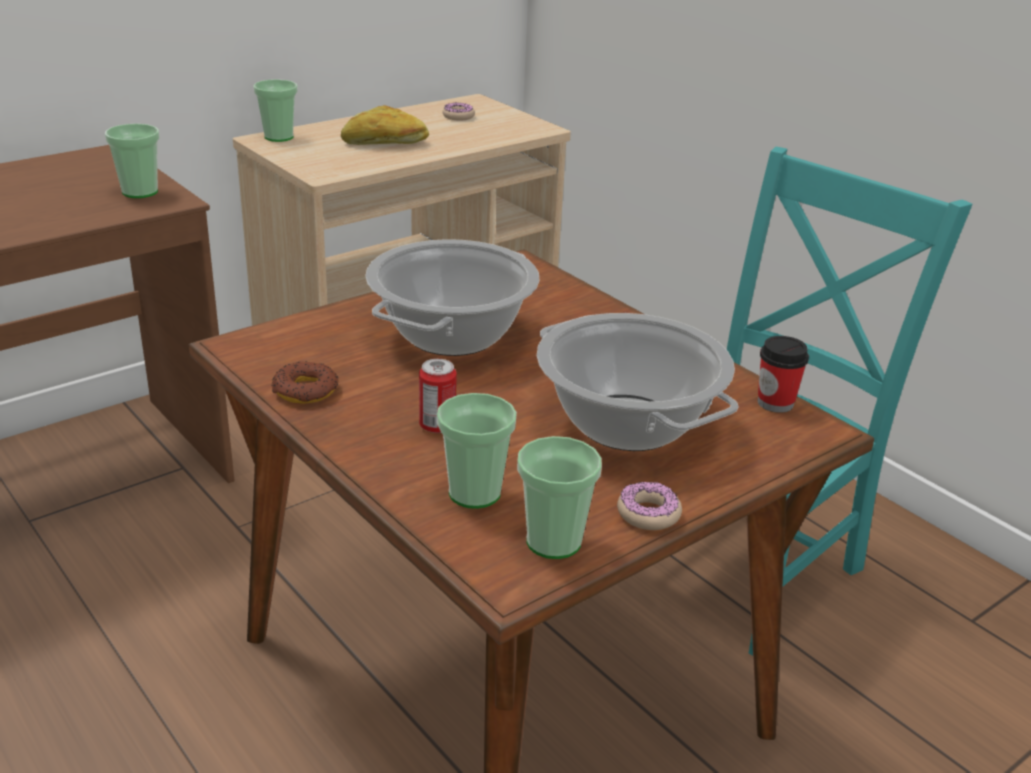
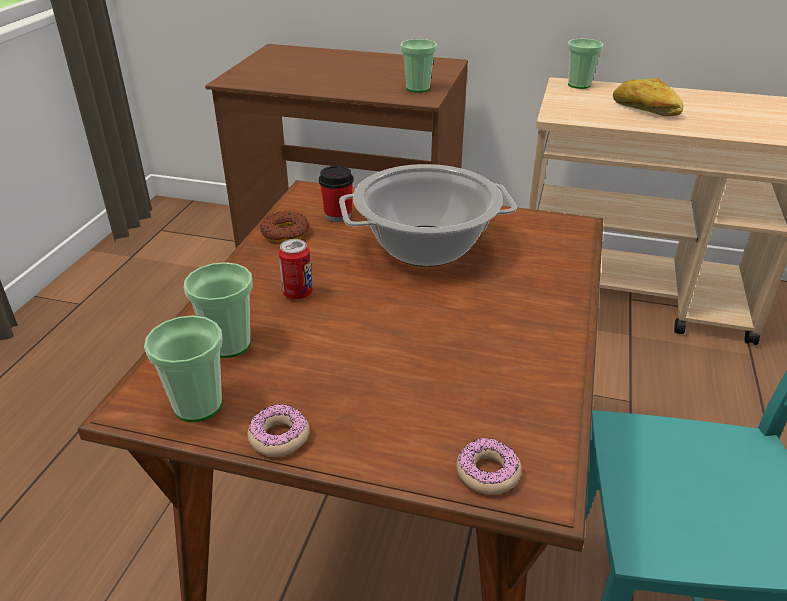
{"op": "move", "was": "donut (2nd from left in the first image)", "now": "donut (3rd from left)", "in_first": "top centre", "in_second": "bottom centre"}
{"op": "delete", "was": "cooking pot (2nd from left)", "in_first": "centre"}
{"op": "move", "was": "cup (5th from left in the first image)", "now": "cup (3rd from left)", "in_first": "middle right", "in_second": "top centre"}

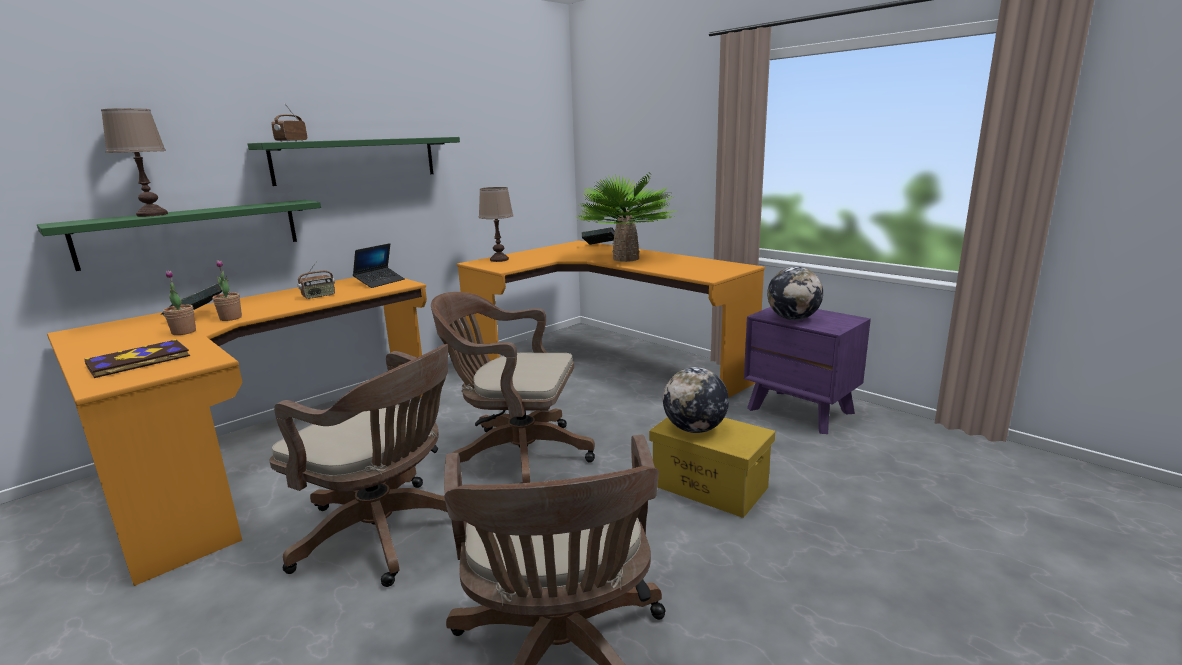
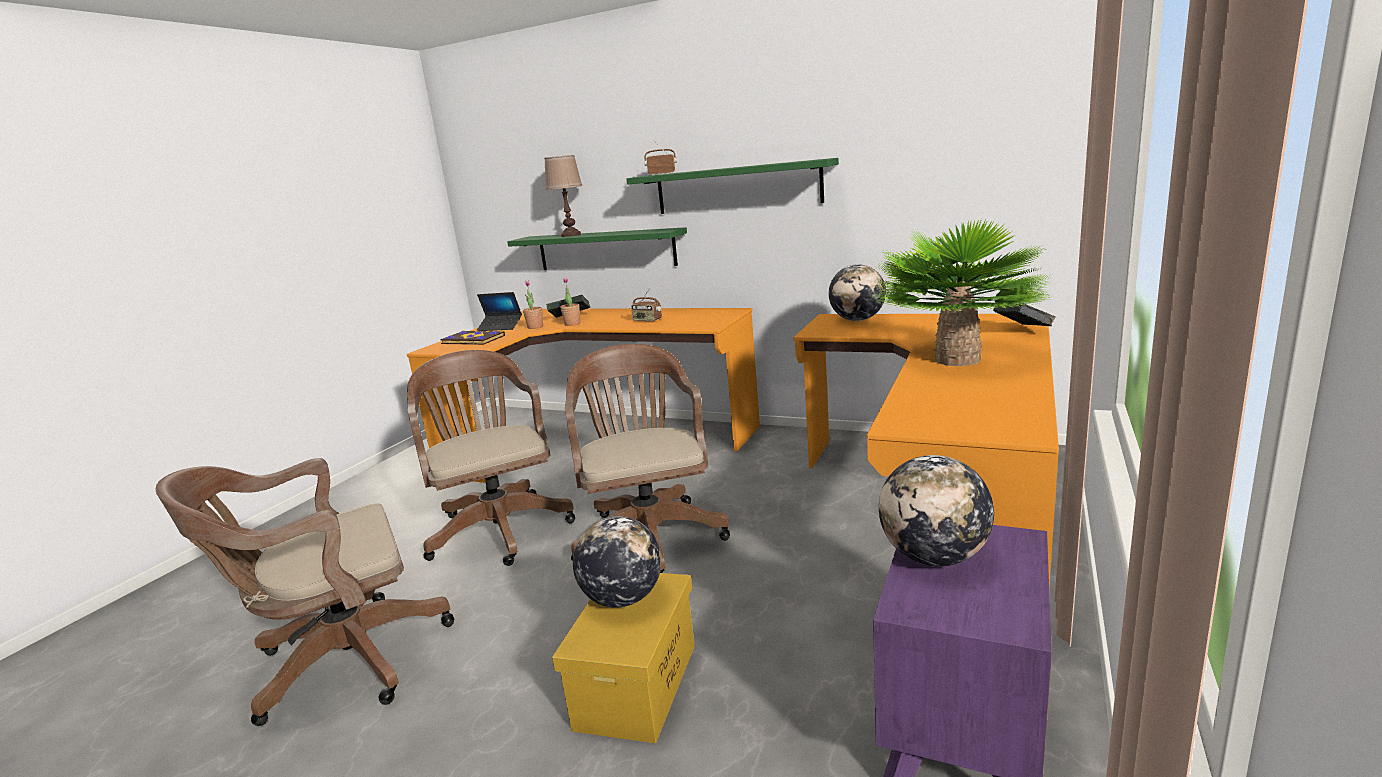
{"op": "replace", "was": "brown table lamp (2nd from left)", "now": "globe (2nd from left)", "in_first": "centre", "in_second": "centre"}
{"op": "move", "was": "laptop", "in_first": "middle left", "in_second": "centre"}
{"op": "rotate", "was": "brown office chair (1st from left in the first image)", "in_first": "bottom left", "in_second": "centre", "clockwise": 150}

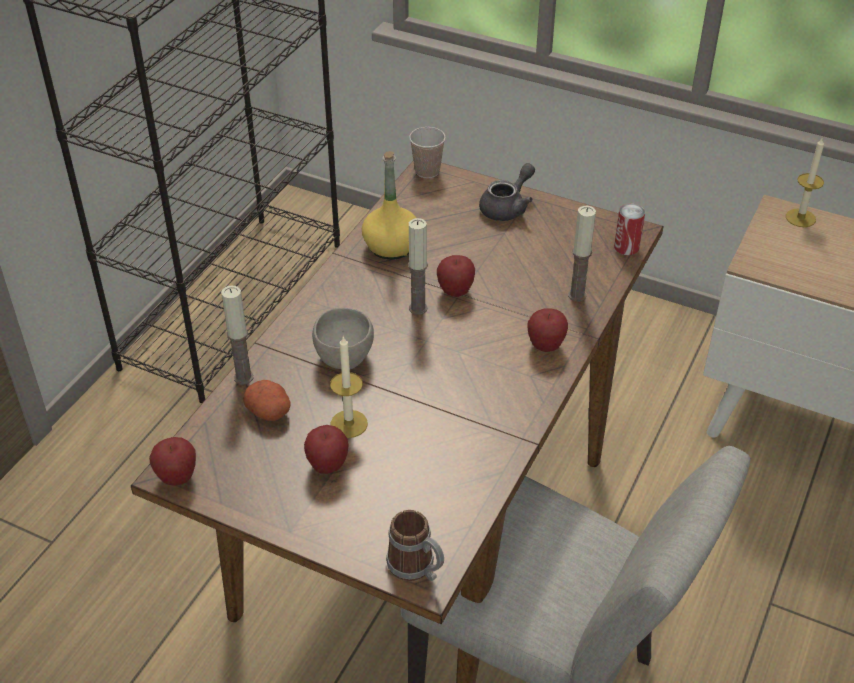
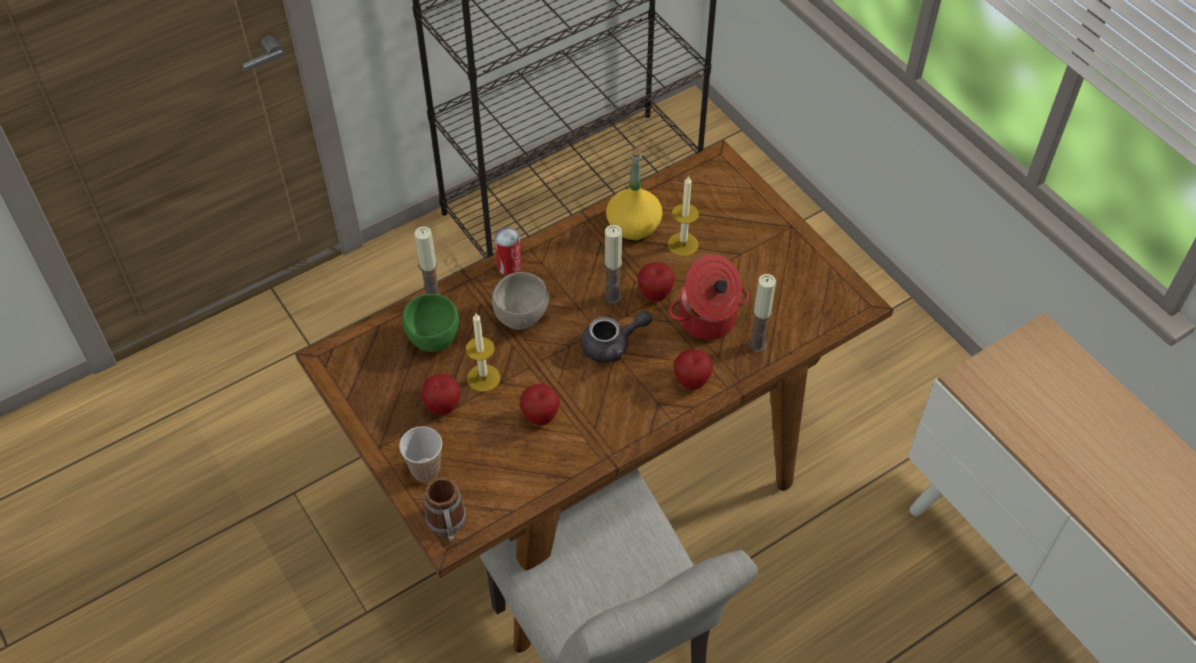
{"op": "move", "was": "cup", "in_first": "top centre", "in_second": "bottom centre"}
{"op": "move", "was": "candle (5th from left in the first image)", "now": "candle (4th from left)", "in_first": "top right", "in_second": "top centre"}
{"op": "move", "was": "grey teapot", "in_first": "top centre", "in_second": "centre"}
{"op": "move", "was": "can", "in_first": "middle right", "in_second": "centre"}
{"op": "replace", "was": "potato", "now": "green bowl", "in_first": "middle left", "in_second": "centre"}
{"op": "move", "was": "apple (1st from left in the first image)", "now": "apple (2nd from left)", "in_first": "bottom left", "in_second": "centre"}
{"op": "insert", "now": "cooking pot", "in_second": "centre"}

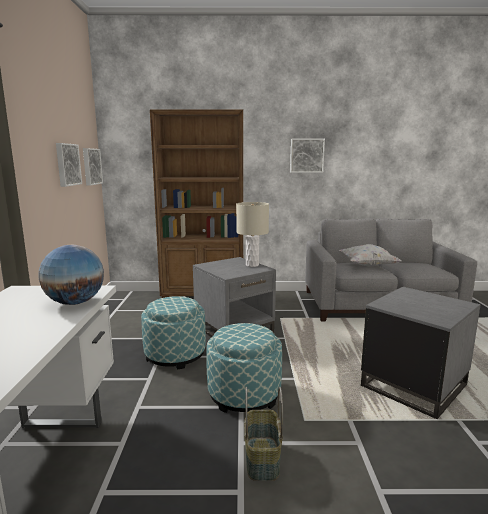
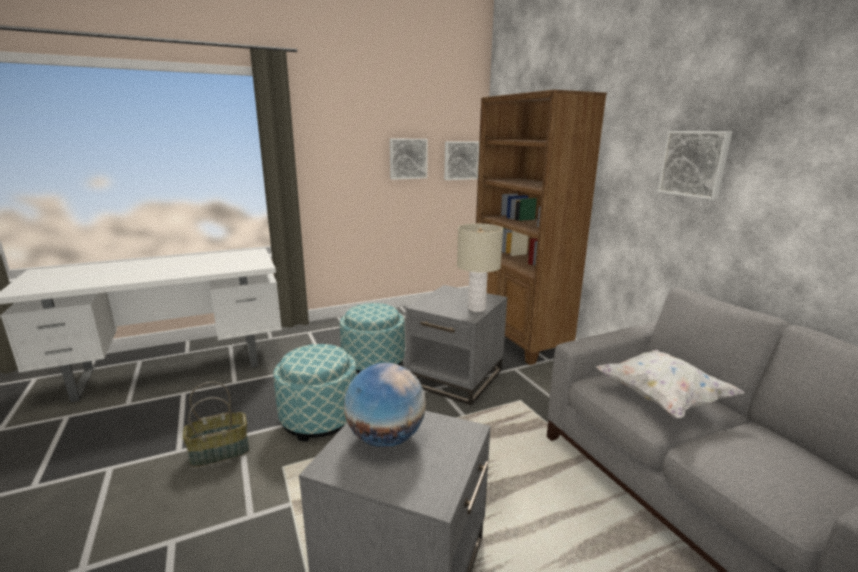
{"op": "move", "was": "globe", "in_first": "middle left", "in_second": "bottom centre"}

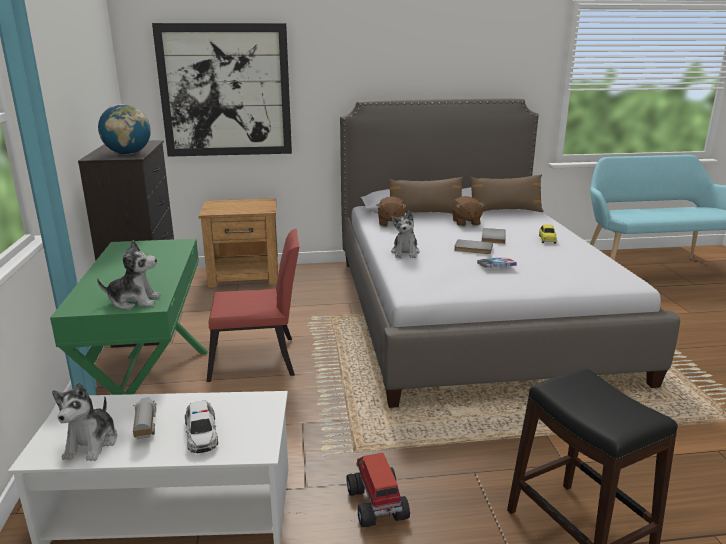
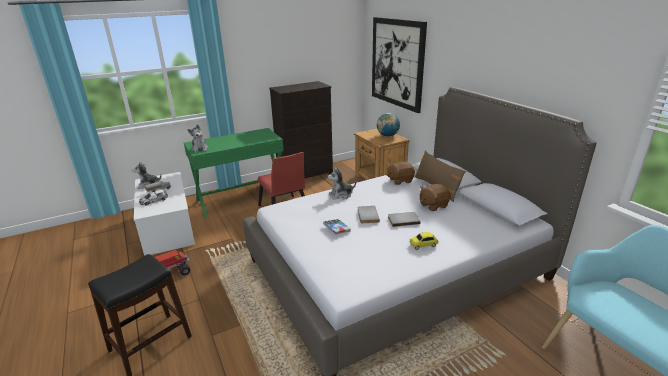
{"op": "move", "was": "globe", "in_first": "top left", "in_second": "top centre"}
{"op": "delete", "was": "brown pillow (2nd from left)", "in_first": "middle right"}

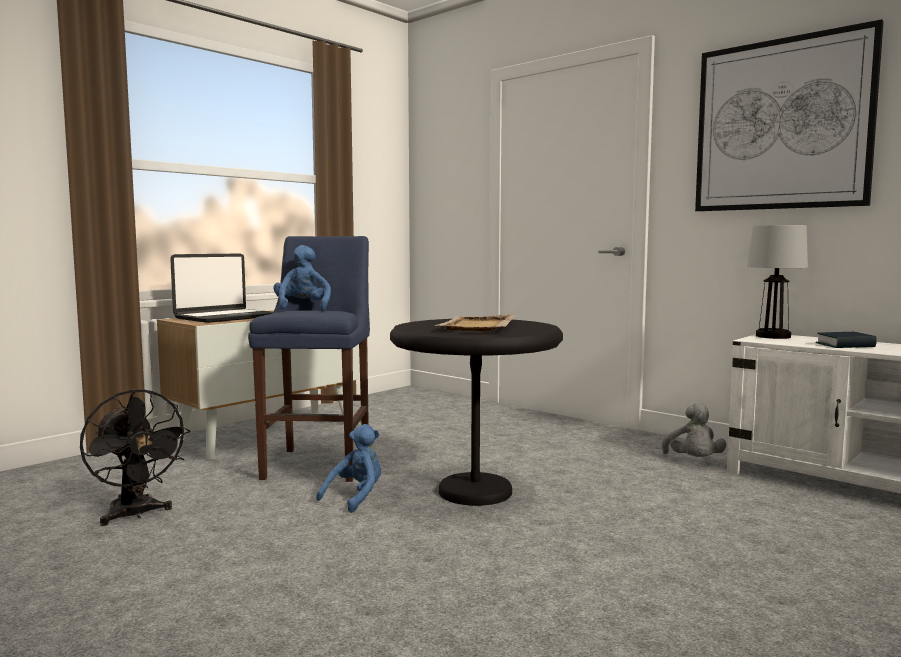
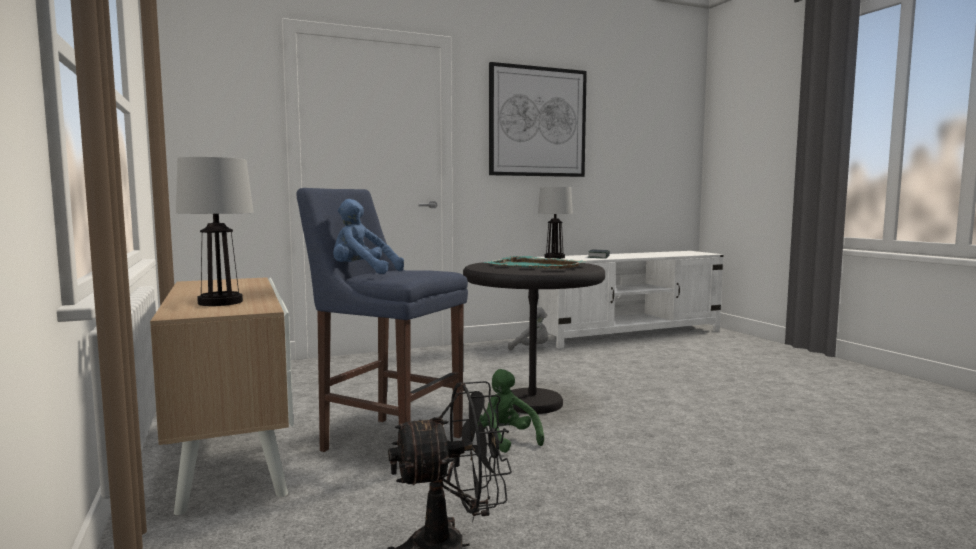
{"op": "replace", "was": "laptop", "now": "table lamp (1st from left)", "in_first": "middle left", "in_second": "middle left"}
{"op": "recolor", "was": "beige tray", "now": "turquoise tray", "in_first": "centre", "in_second": "centre"}
{"op": "recolor", "was": "blue plush toy (2nd from left)", "now": "green plush toy", "in_first": "bottom centre", "in_second": "bottom centre"}

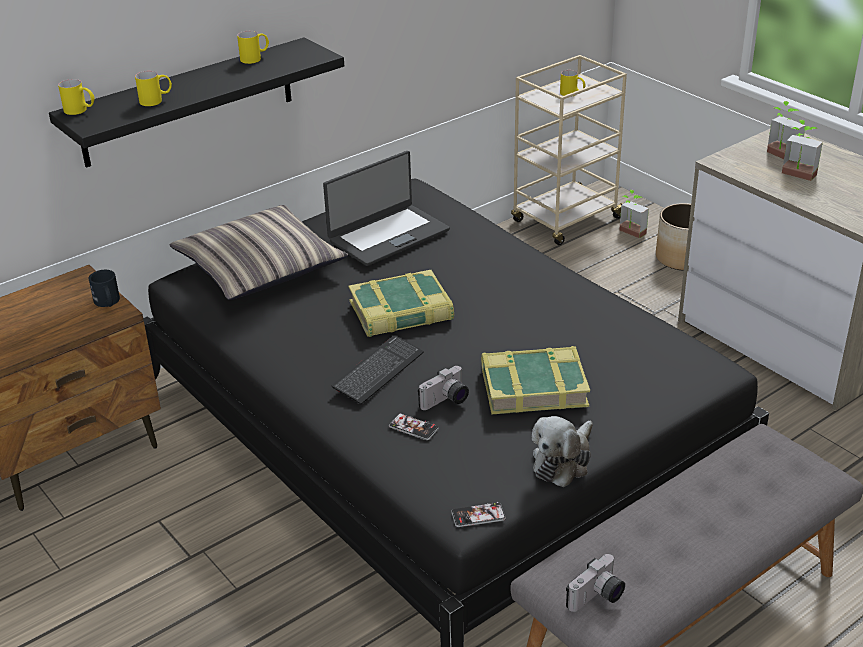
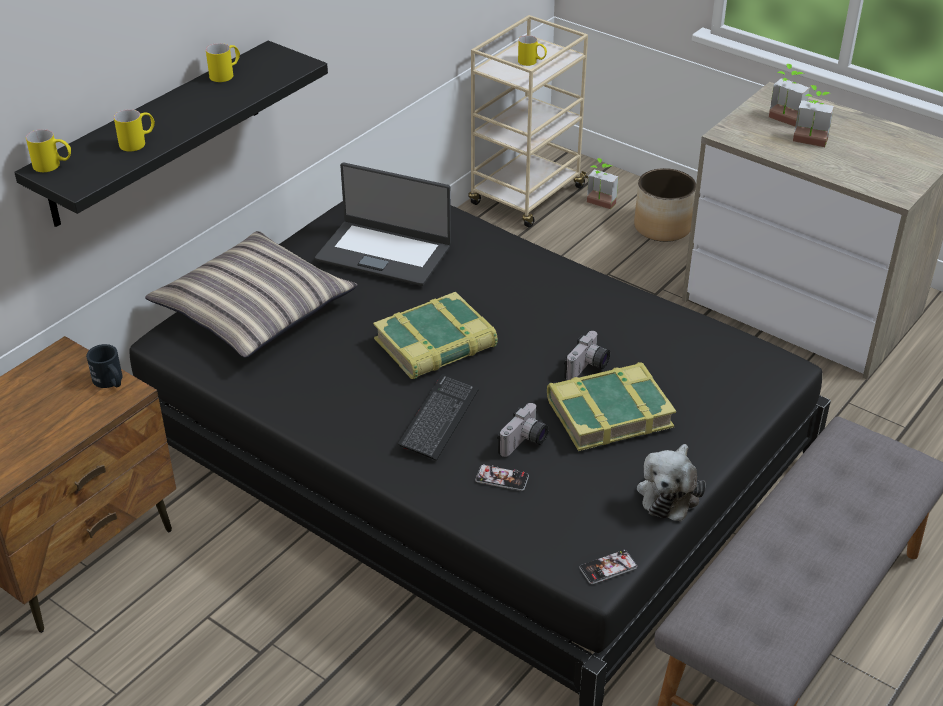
{"op": "rotate", "was": "laptop", "in_first": "top centre", "in_second": "top centre", "clockwise": 75}
{"op": "move", "was": "photo camera (2nd from left)", "in_first": "bottom right", "in_second": "centre"}

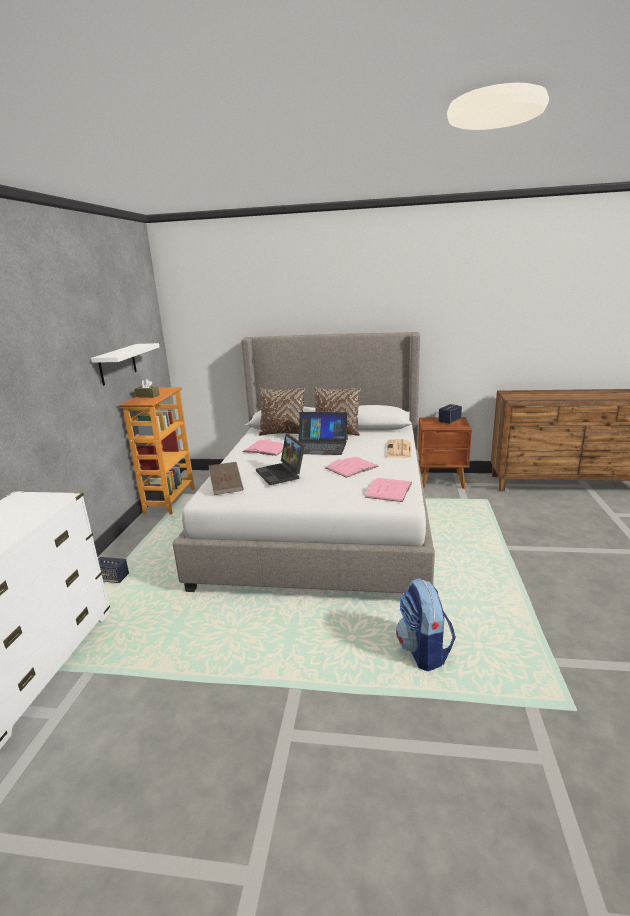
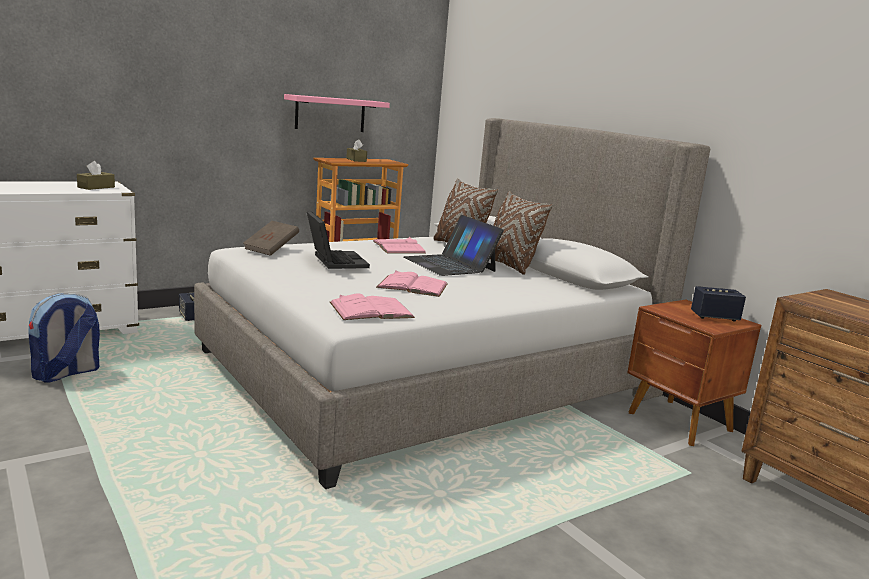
{"op": "recolor", "was": "white shelf", "now": "pink shelf", "in_first": "middle left", "in_second": "top centre"}
{"op": "rotate", "was": "laptop (1st from left)", "in_first": "centre", "in_second": "centre", "clockwise": 135}
{"op": "delete", "was": "newspaper", "in_first": "centre"}
{"op": "move", "was": "backpack", "in_first": "bottom right", "in_second": "middle left"}
{"op": "insert", "now": "brown tissue box (1st from left)", "in_second": "top left"}

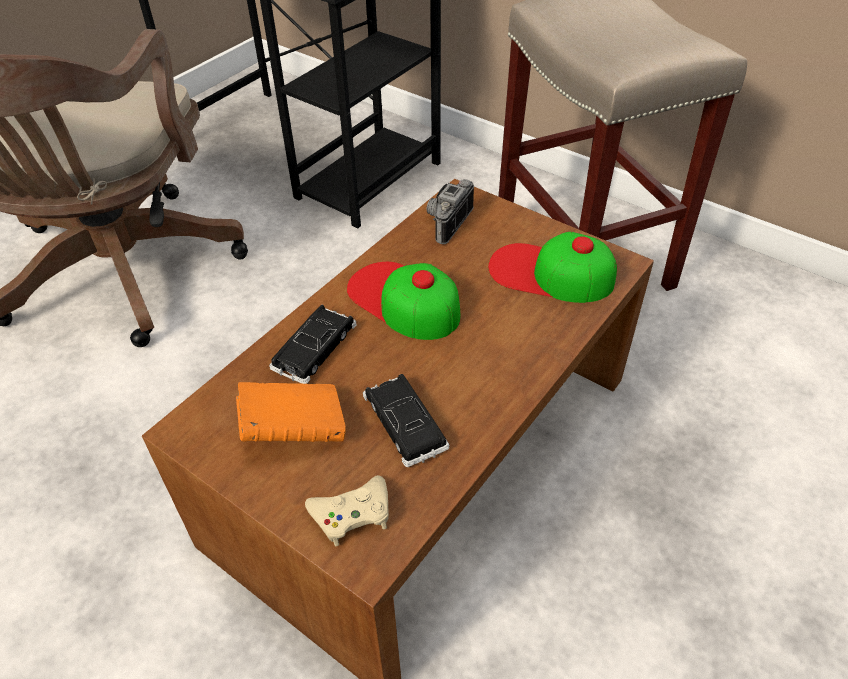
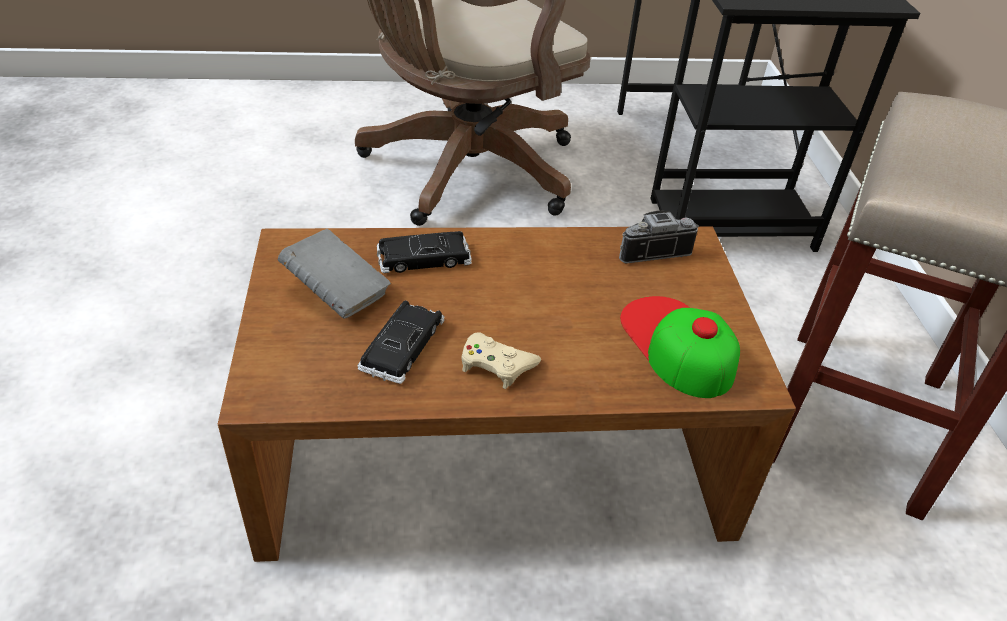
{"op": "delete", "was": "cap (1st from left)", "in_first": "centre"}
{"op": "recolor", "was": "orange book", "now": "grey book", "in_first": "centre", "in_second": "middle left"}
{"op": "move", "was": "beige game controller", "in_first": "bottom centre", "in_second": "centre"}

